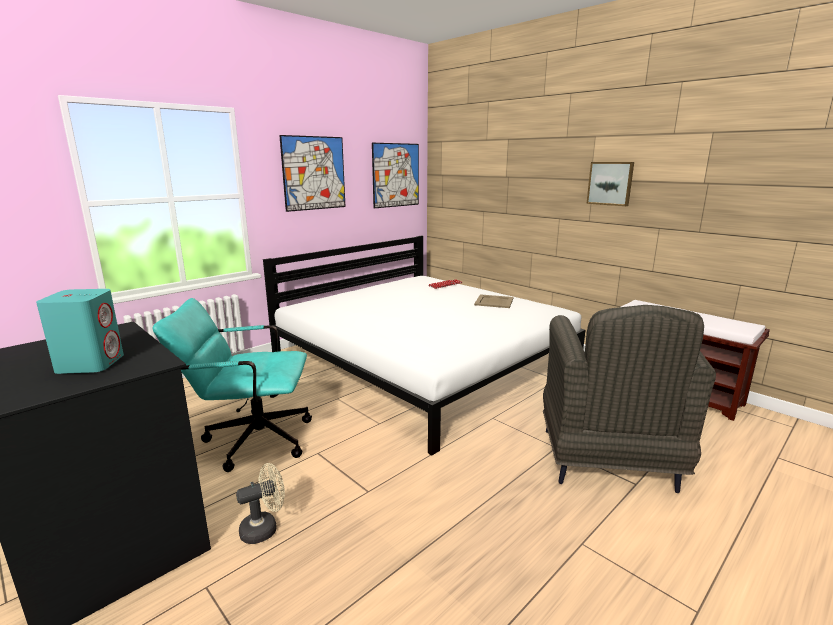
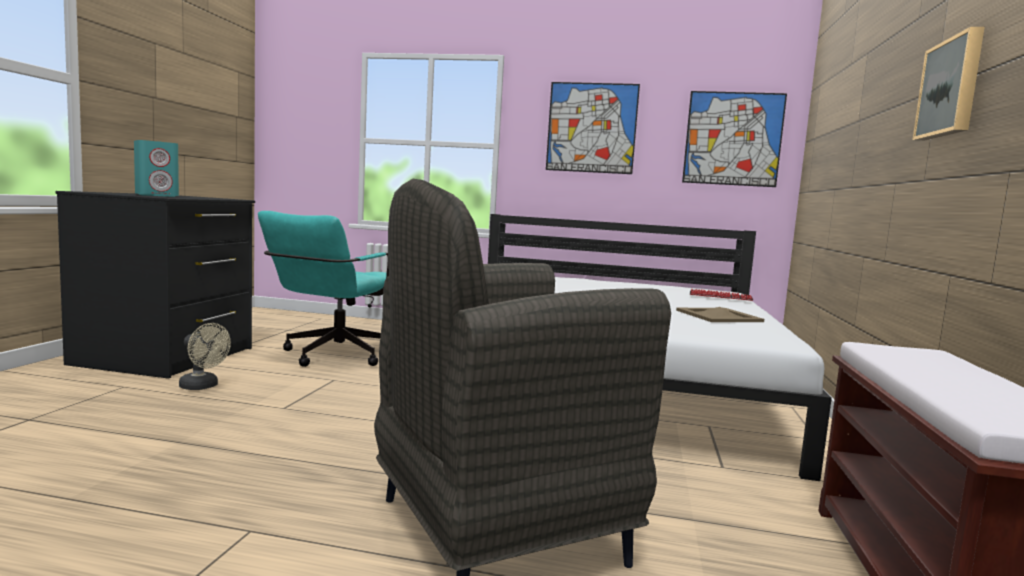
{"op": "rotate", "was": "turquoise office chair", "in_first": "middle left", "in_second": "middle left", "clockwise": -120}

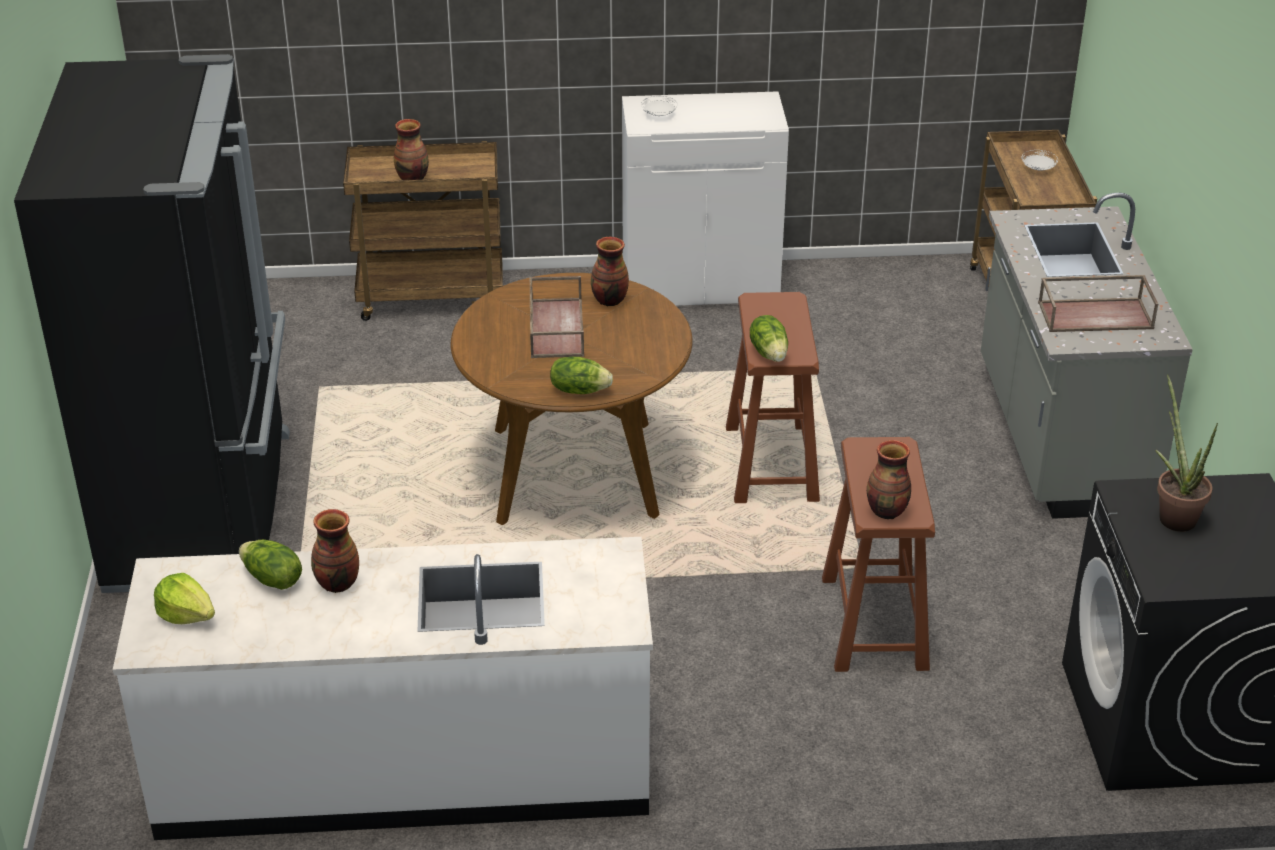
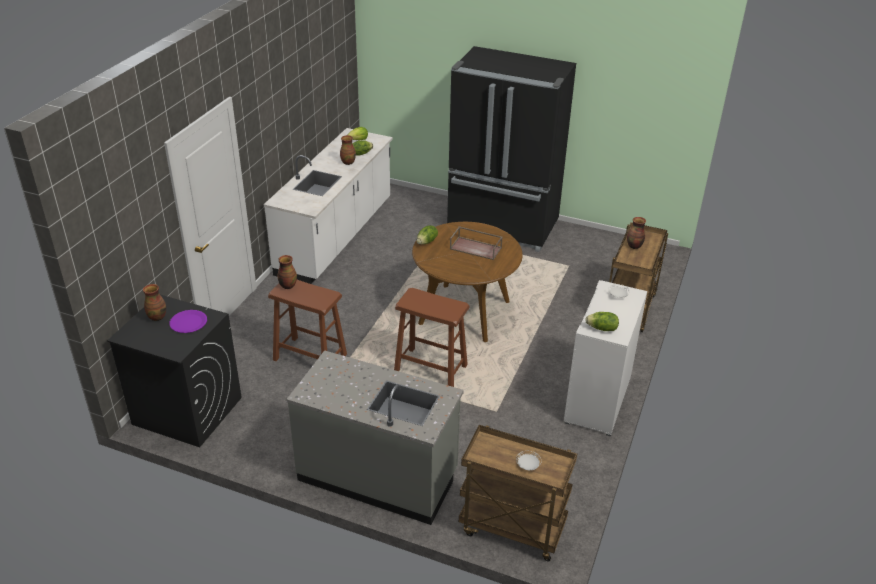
{"op": "move", "was": "vase (3rd from left in the first image)", "now": "vase (1st from left)", "in_first": "top centre", "in_second": "middle left"}
{"op": "delete", "was": "brown tray (2nd from left)", "in_first": "middle right"}
{"op": "move", "was": "lettuce (4th from left)", "in_first": "centre", "in_second": "middle right"}
{"op": "replace", "was": "potted plant", "now": "purple plate", "in_first": "middle right", "in_second": "middle left"}

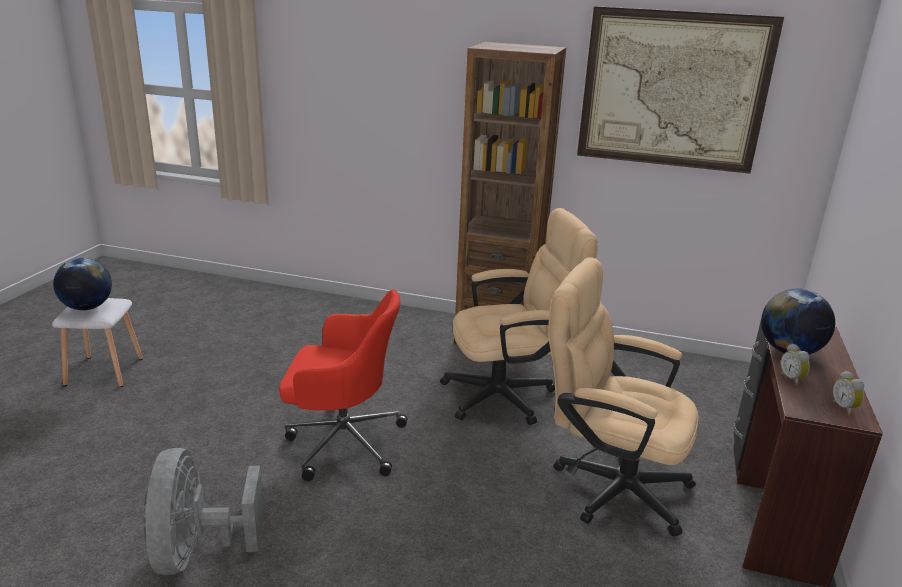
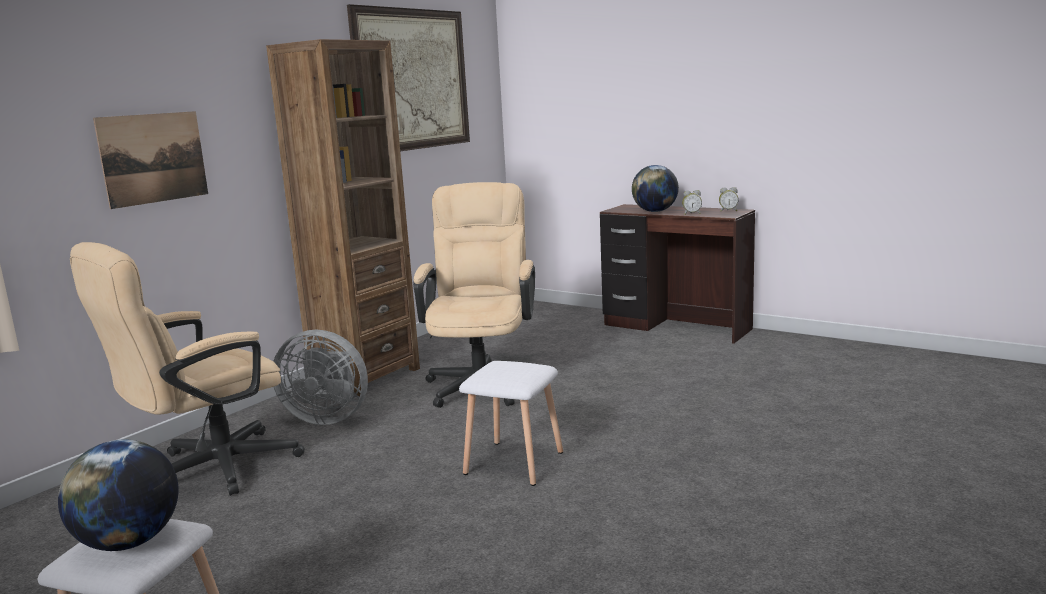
{"op": "move", "was": "beige office chair (2nd from left in the first image)", "now": "beige office chair (1st from left)", "in_first": "bottom right", "in_second": "middle left"}
{"op": "replace", "was": "red office chair", "now": "white stool (2nd from left)", "in_first": "centre", "in_second": "bottom centre"}
{"op": "move", "was": "grey fan", "in_first": "bottom left", "in_second": "middle left"}
{"op": "insert", "now": "picture (1st from left)", "in_second": "top left"}

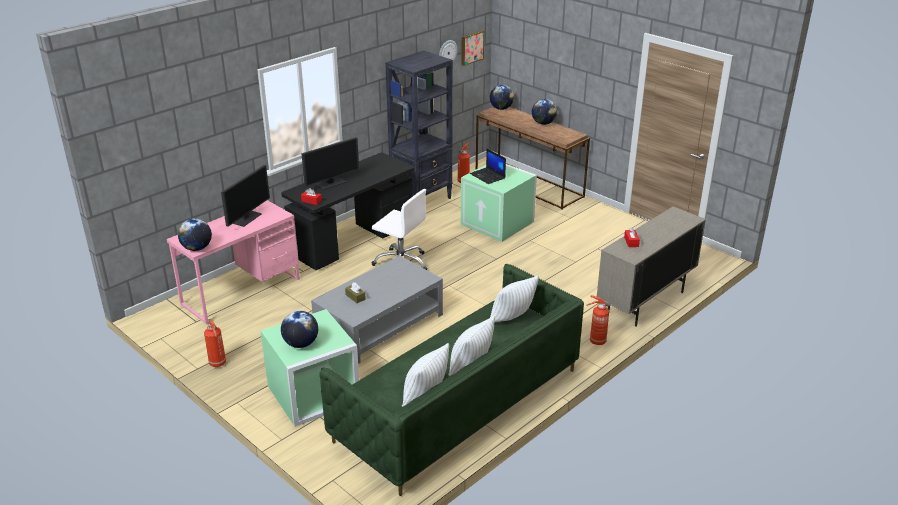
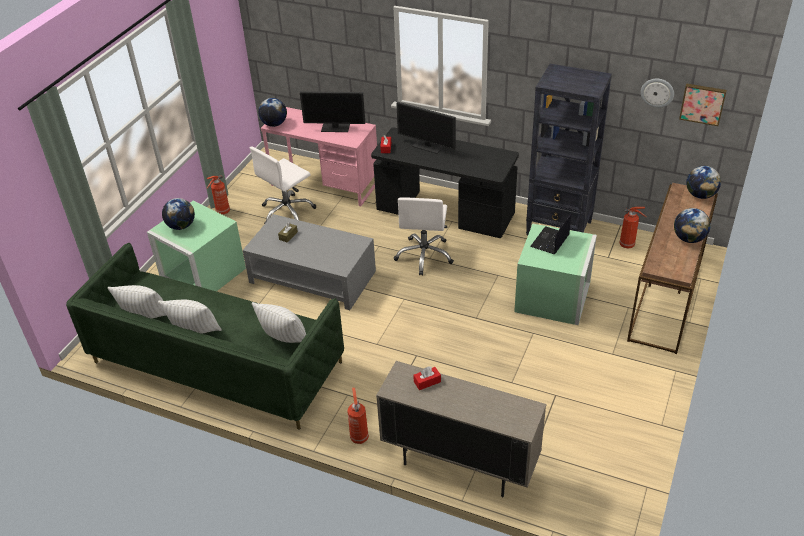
{"op": "insert", "now": "white office chair (1st from left)", "in_second": "centre"}

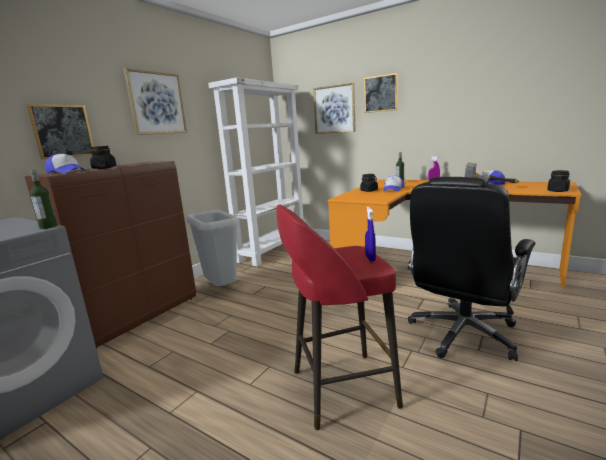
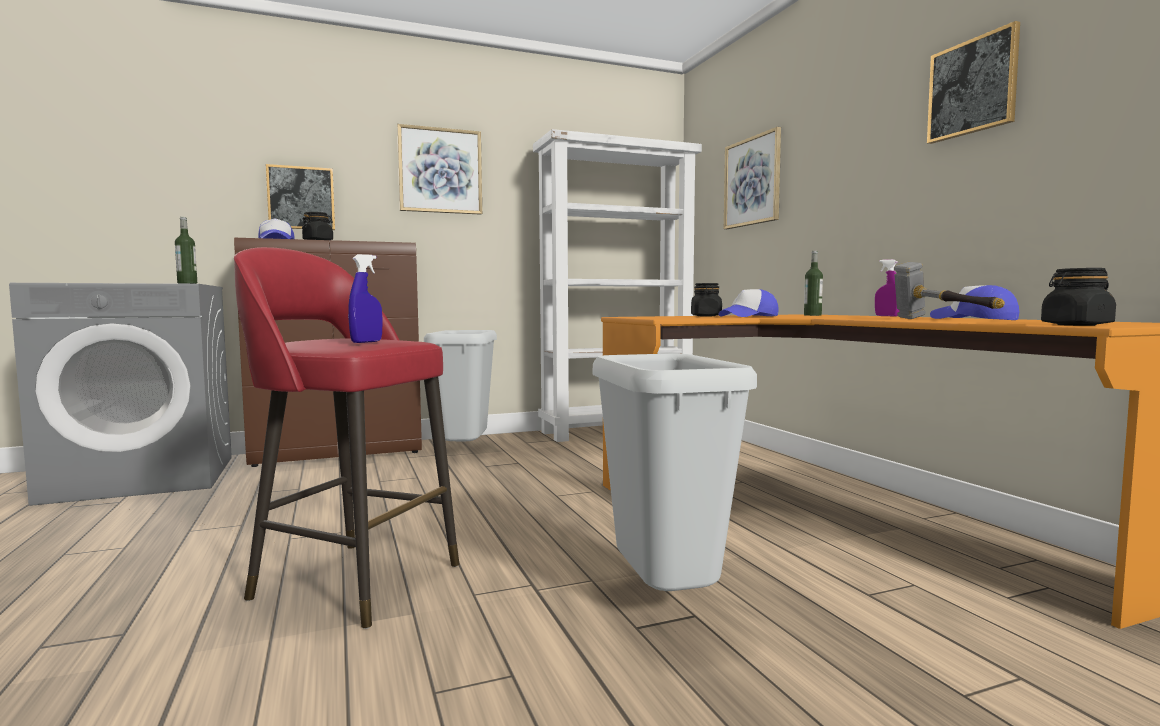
{"op": "move", "was": "picture (4th from left)", "in_first": "top centre", "in_second": "top right"}
{"op": "replace", "was": "black office chair", "now": "grey trash can (2nd from left)", "in_first": "middle right", "in_second": "centre"}

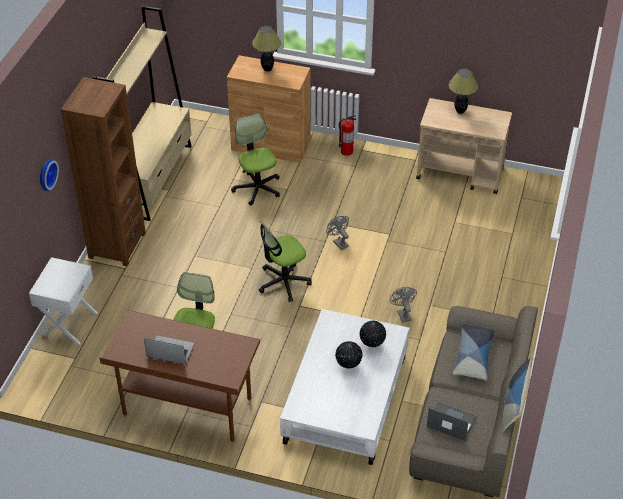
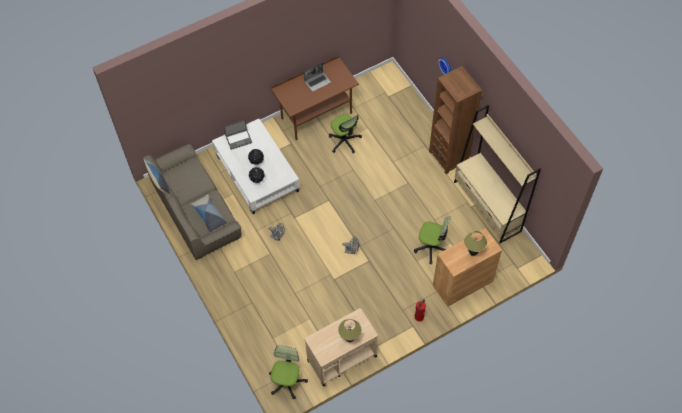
{"op": "move", "was": "office chair (3rd from left in the first image)", "now": "office chair (1st from left)", "in_first": "centre", "in_second": "bottom centre"}
{"op": "delete", "was": "white nightstand", "in_first": "middle left"}
{"op": "move", "was": "laptop (2nd from left in the first image)", "now": "laptop (1st from left)", "in_first": "bottom right", "in_second": "top centre"}

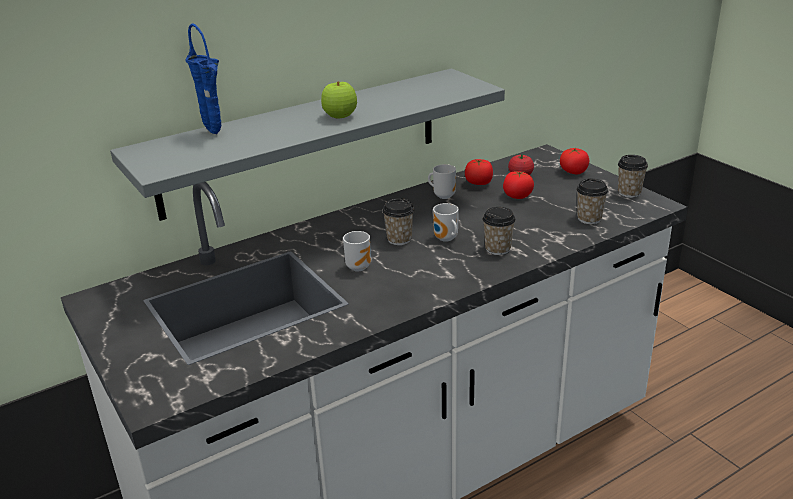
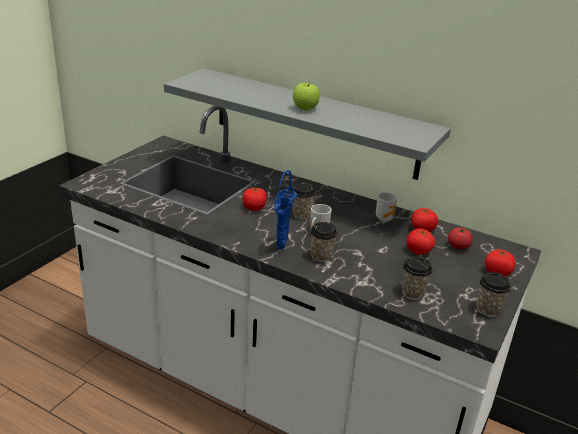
{"op": "move", "was": "blue vase", "in_first": "top left", "in_second": "centre"}
{"op": "replace", "was": "mug (1st from left)", "now": "tomato (1st from left)", "in_first": "centre", "in_second": "centre"}

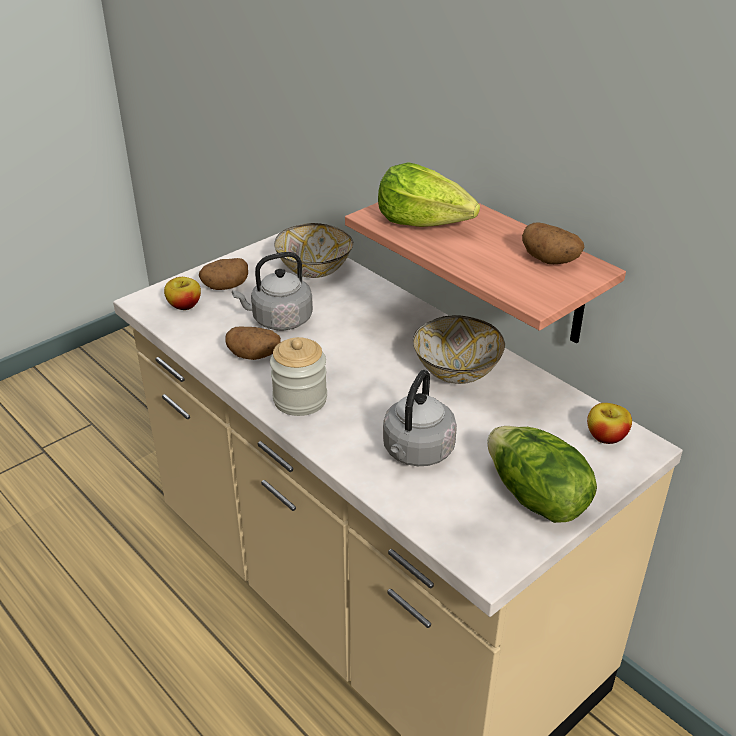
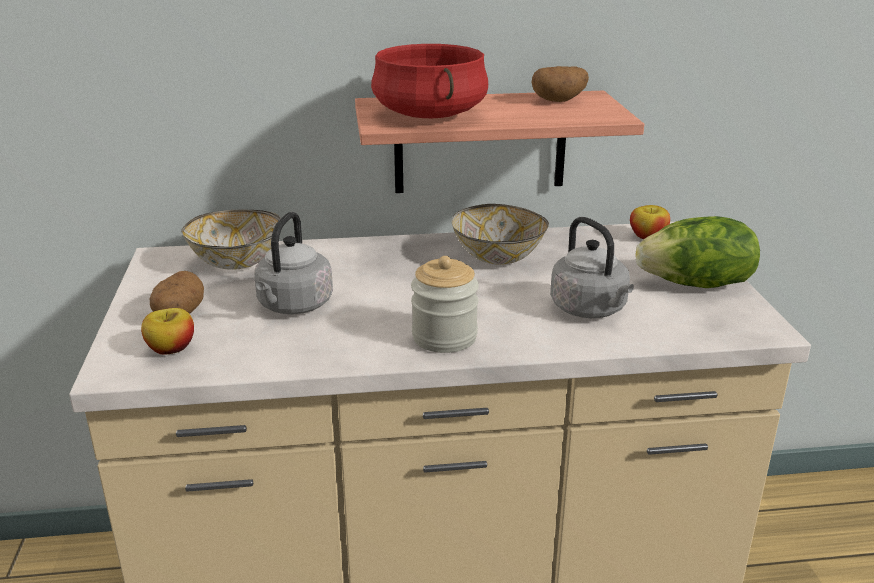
{"op": "replace", "was": "lettuce (1st from left)", "now": "red cooking pot", "in_first": "top centre", "in_second": "top centre"}
{"op": "delete", "was": "potato (2nd from left)", "in_first": "centre"}

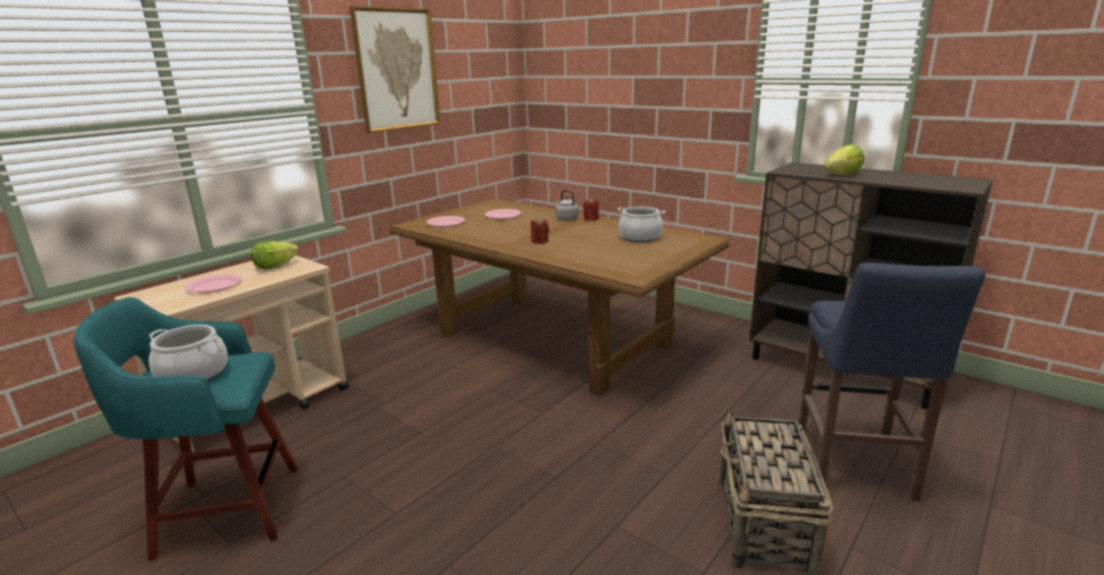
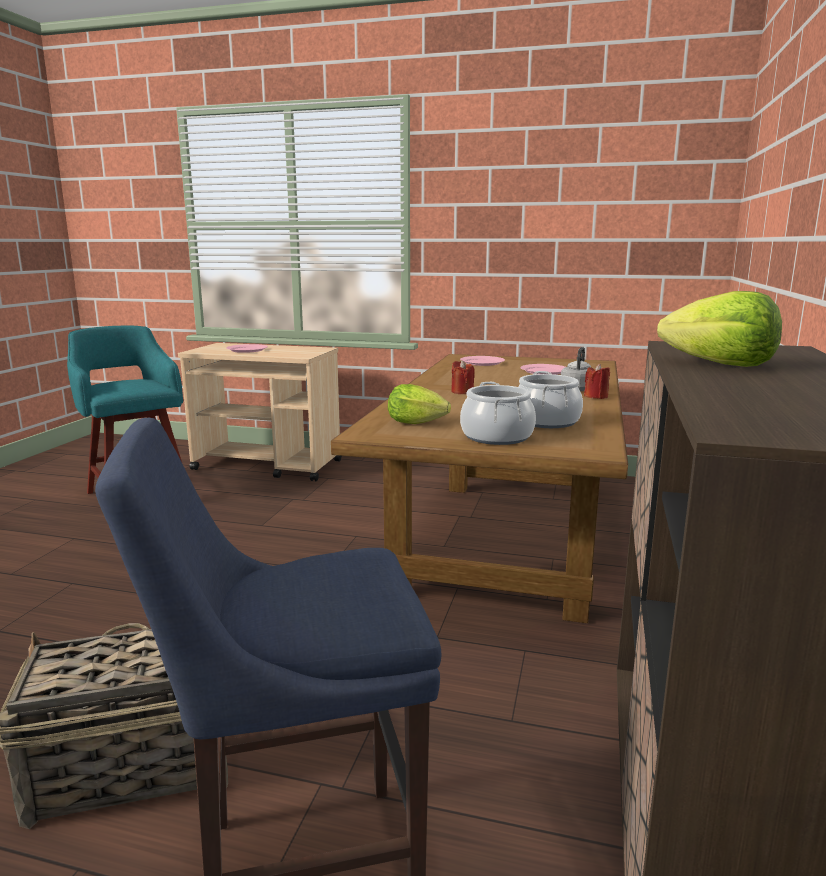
{"op": "delete", "was": "picture", "in_first": "top centre"}
{"op": "move", "was": "lettuce (1st from left)", "in_first": "middle left", "in_second": "centre"}
{"op": "move", "was": "cooking pot (1st from left)", "in_first": "middle left", "in_second": "centre"}

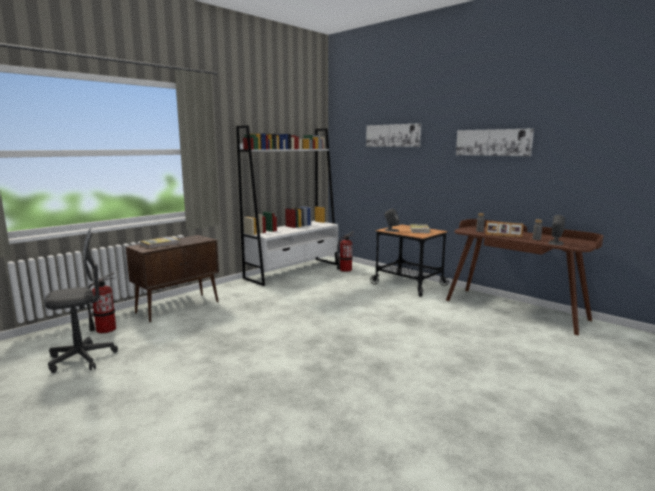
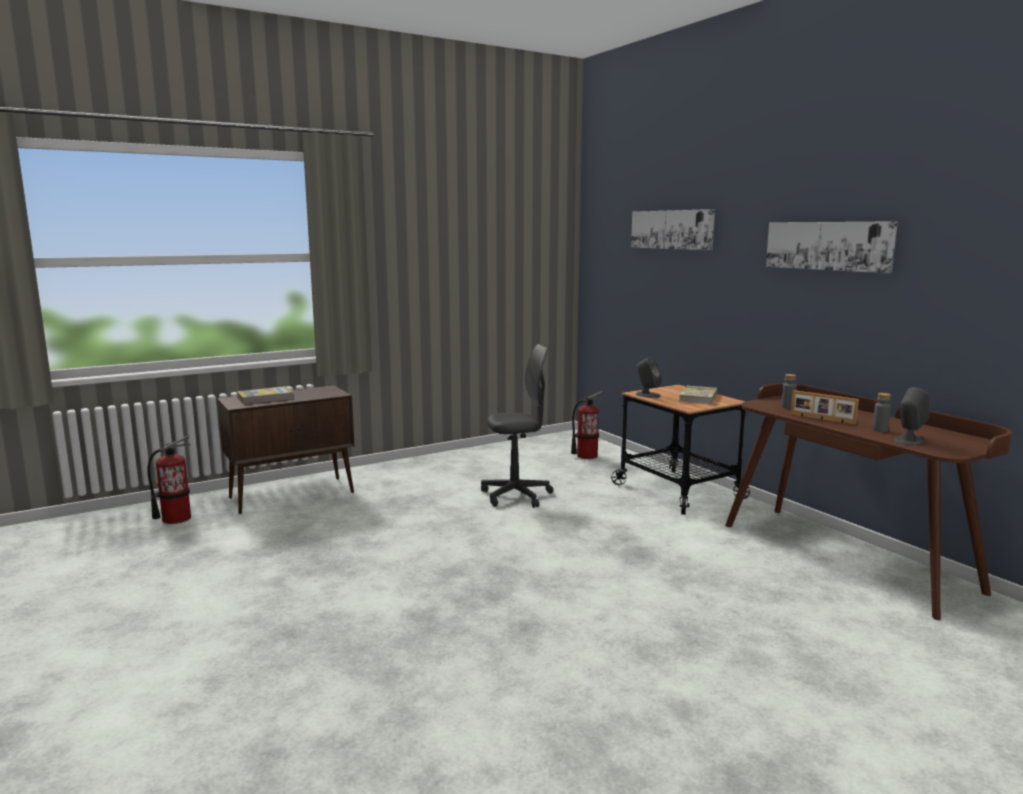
{"op": "delete", "was": "white bookcase", "in_first": "centre"}
{"op": "move", "was": "grey office chair", "in_first": "middle left", "in_second": "centre"}

